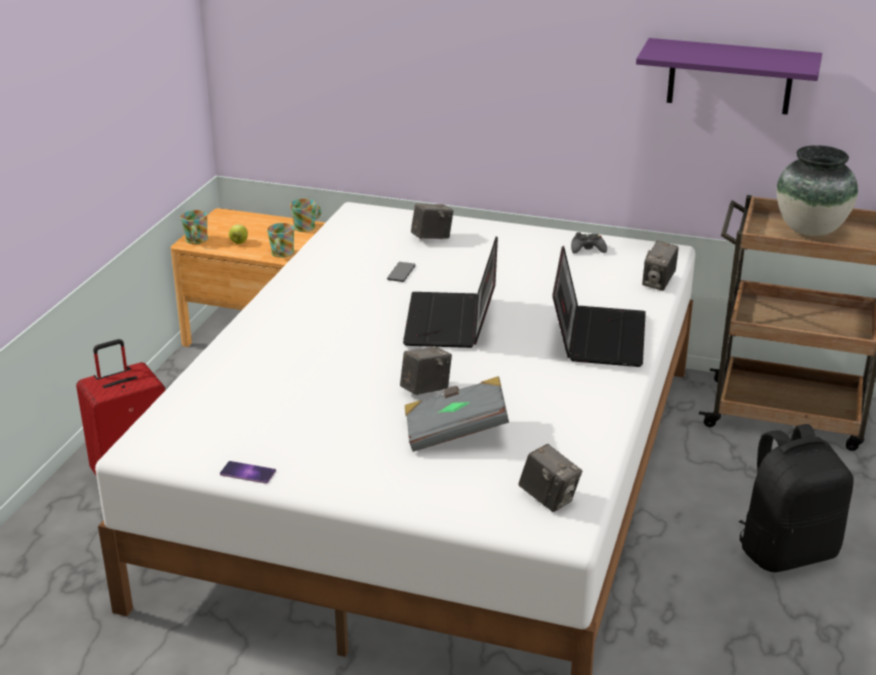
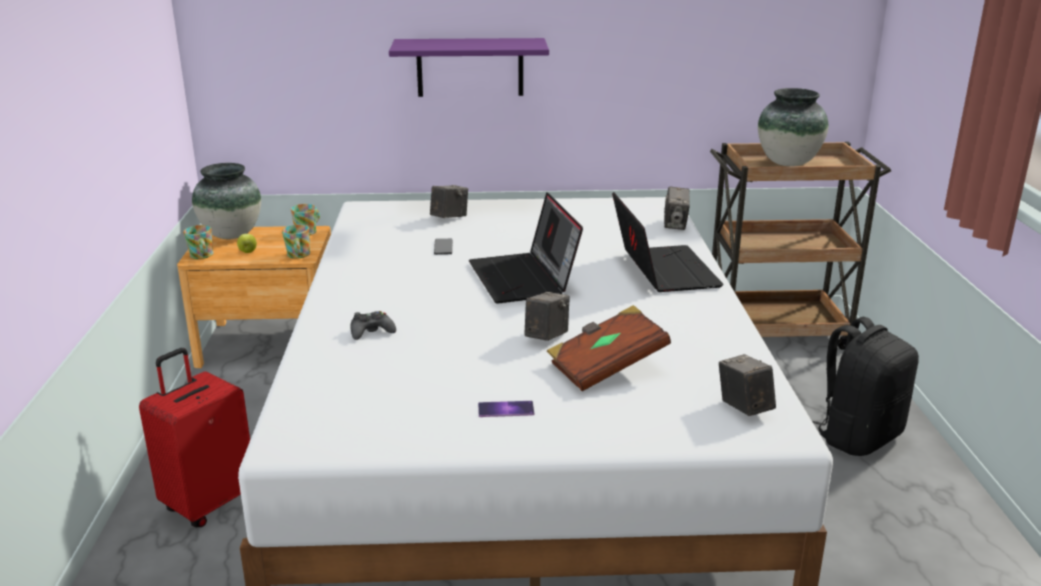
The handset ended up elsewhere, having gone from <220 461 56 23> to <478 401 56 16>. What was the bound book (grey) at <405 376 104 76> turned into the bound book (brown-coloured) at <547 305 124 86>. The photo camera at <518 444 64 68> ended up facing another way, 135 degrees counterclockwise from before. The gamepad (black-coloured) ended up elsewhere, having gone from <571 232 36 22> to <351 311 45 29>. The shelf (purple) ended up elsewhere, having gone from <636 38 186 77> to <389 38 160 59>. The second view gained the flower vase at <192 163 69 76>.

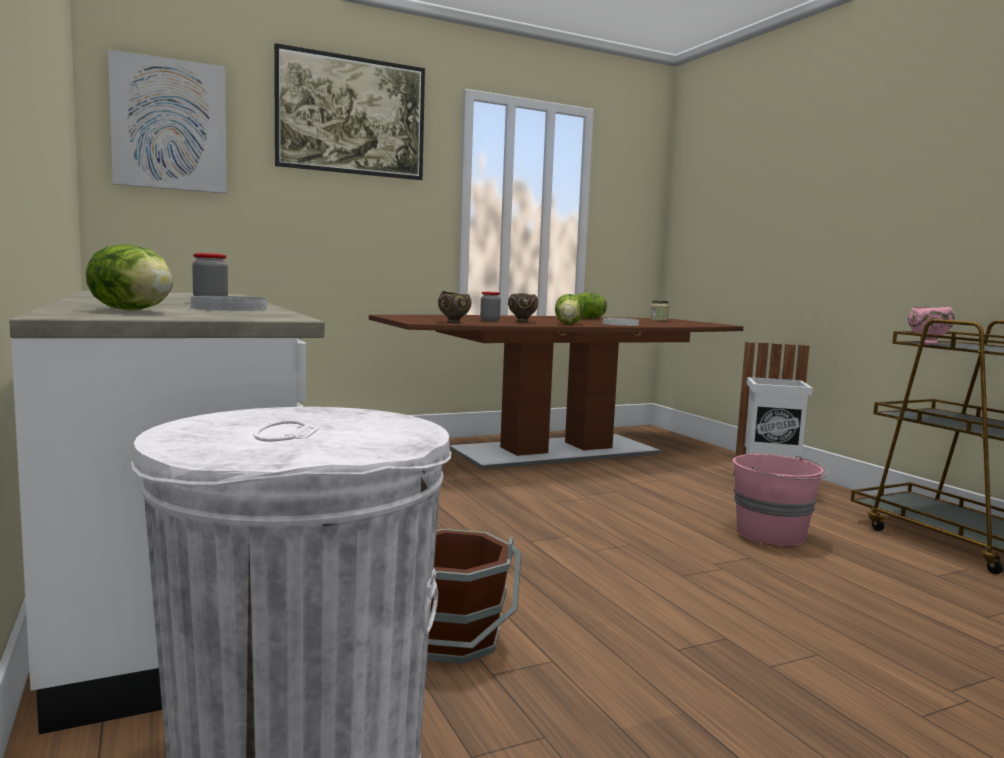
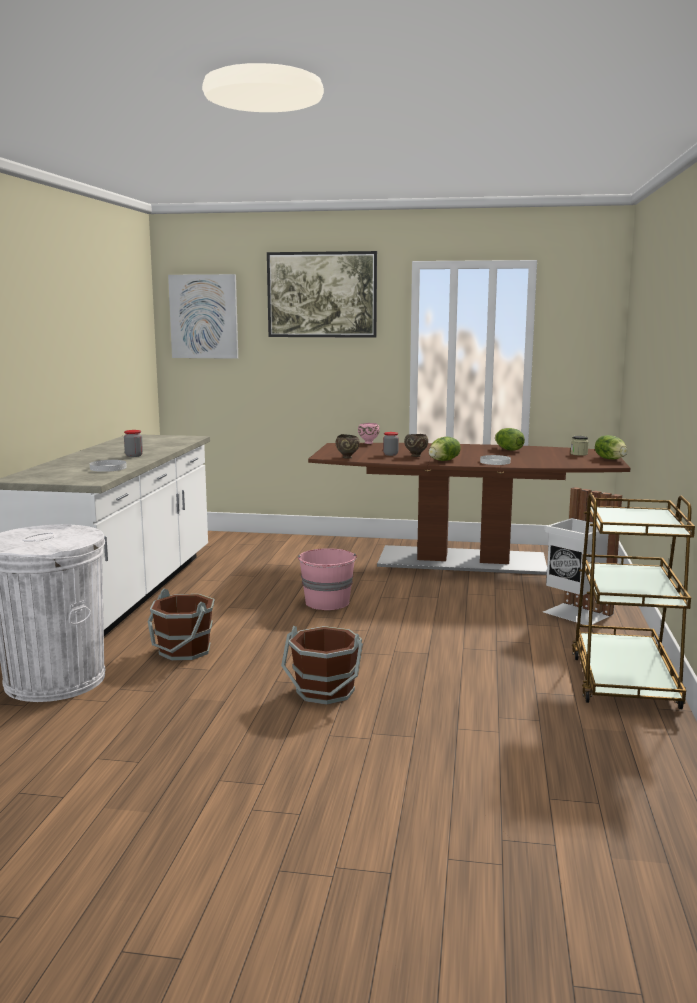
The lettuce ended up elsewhere, having gone from <86 244 87 66> to <595 435 32 24>. The water bucket (pinkish) ended up elsewhere, having gone from <733 454 95 92> to <298 548 59 62>. The bowl (pinkish) ended up elsewhere, having gone from <908 307 47 37> to <358 423 22 21>. The second view gained the water bucket (brown-coloured) at <281 626 82 79>.

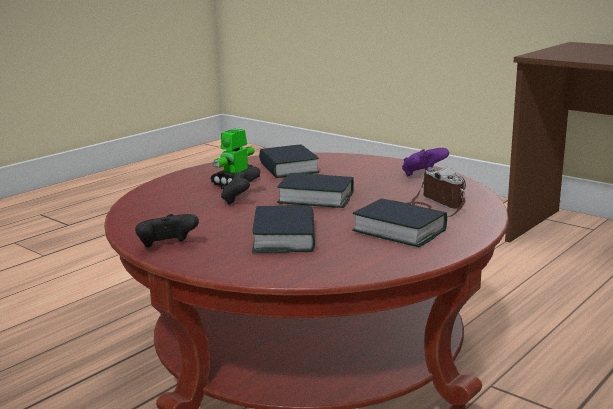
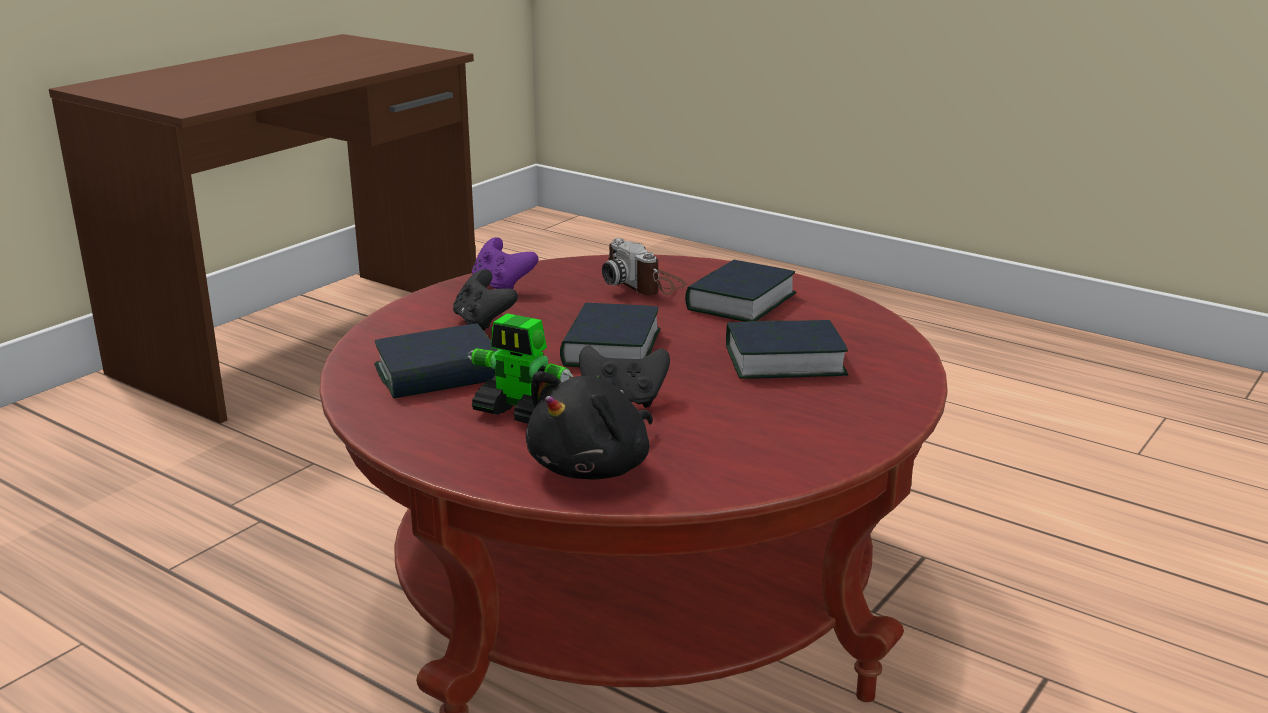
The gamepad (black-coloured) ended up elsewhere, having gone from <135 214 64 34> to <453 269 65 62>. The photo camera at <407 166 59 51> ended up facing another way, 90 degrees counterclockwise from before. The second view gained the soft toy (black-coloured) at <526 371 127 108>.

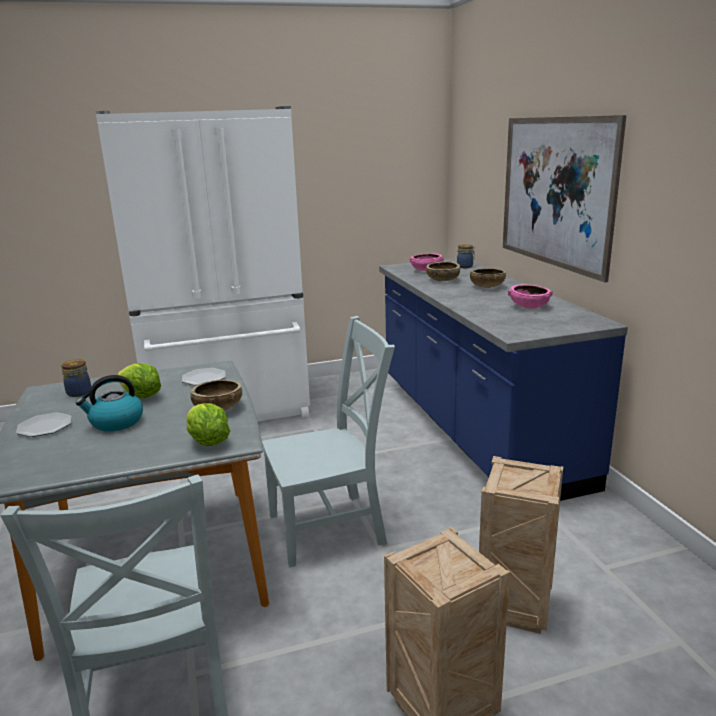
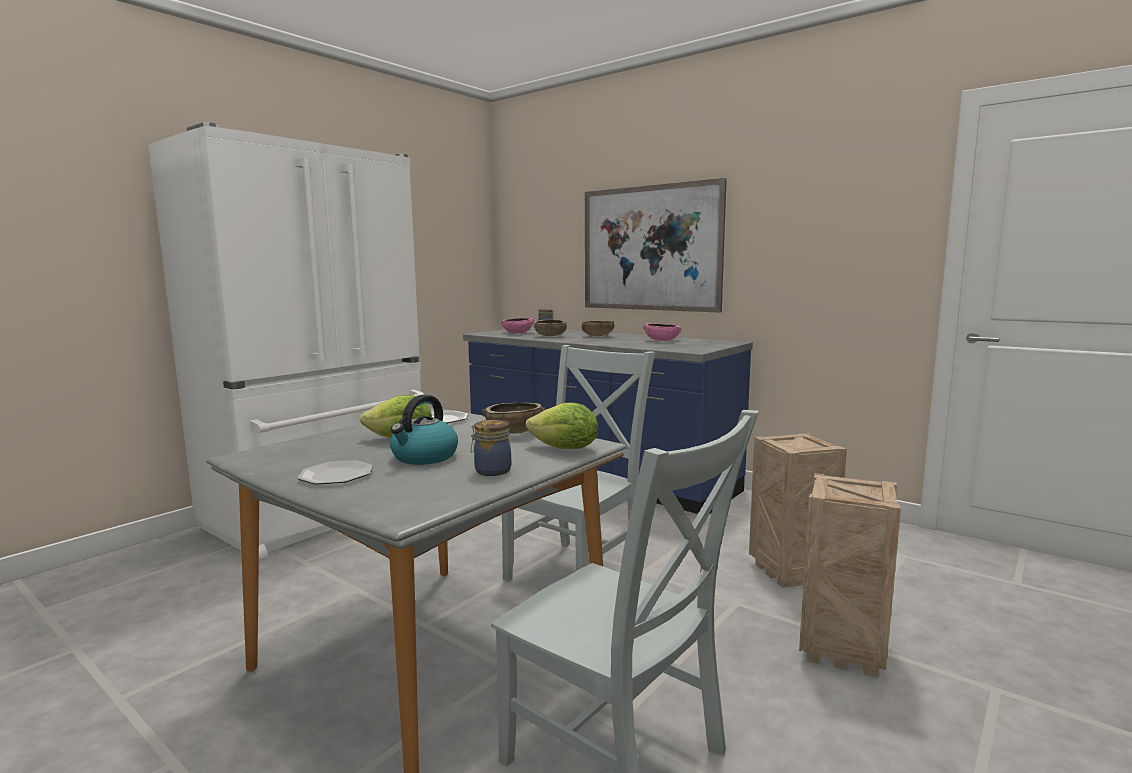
The storage jar ended up elsewhere, having gone from <61 359 30 38> to <471 420 40 56>.

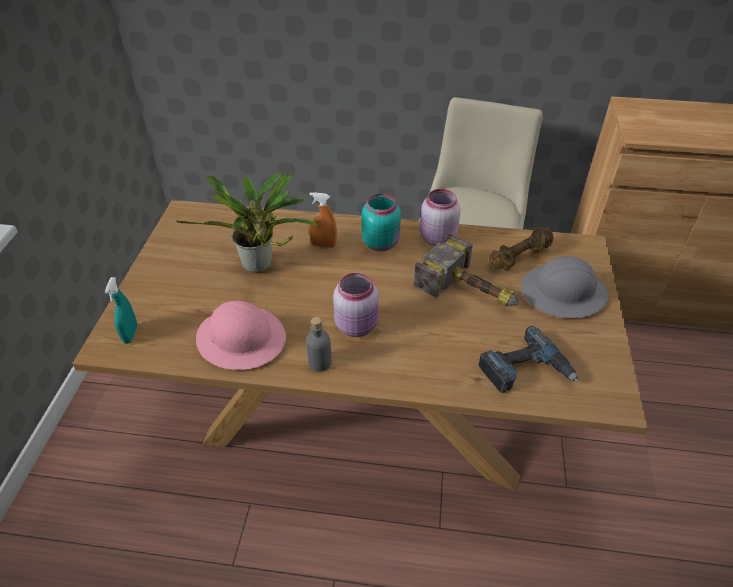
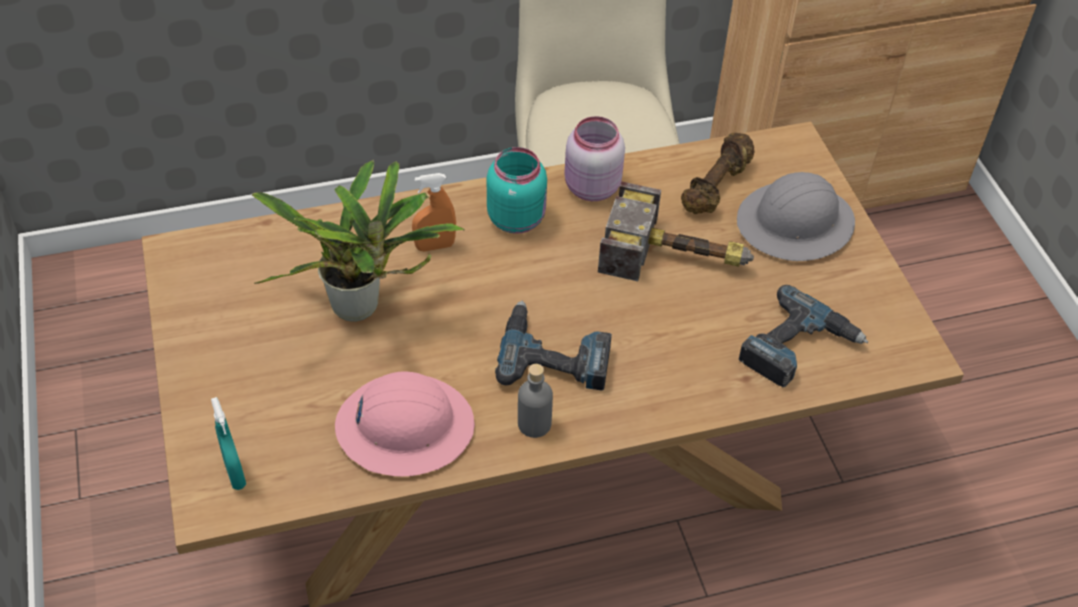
Where the storage jar (pinkish) stood at <333 273 46 64>, the electric drill came to stand at <495 300 117 90>.

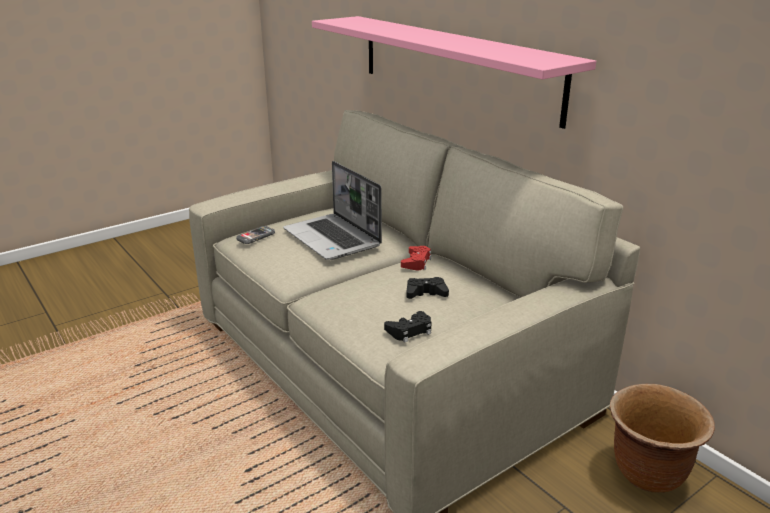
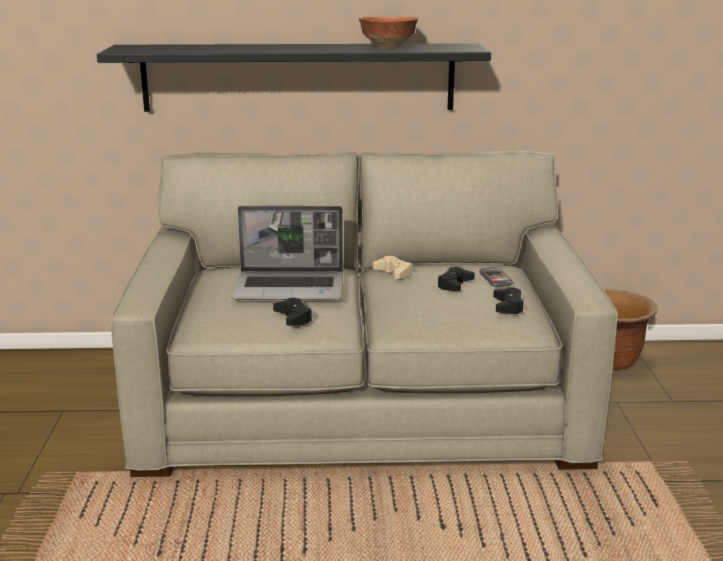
The handset ended up elsewhere, having gone from <236 226 39 18> to <479 267 34 20>. What was the shelf (pinkish) at <312 16 284 113> turned into the shelf (black-coloured) at <97 43 394 69>. What was the gamepad (red) at <401 246 30 24> turned into the gamepad (sand-coloured) at <373 256 39 23>. The second view gained the gamepad (black-coloured) at <273 298 40 28>. The second view gained the bowl at <359 17 59 32>.

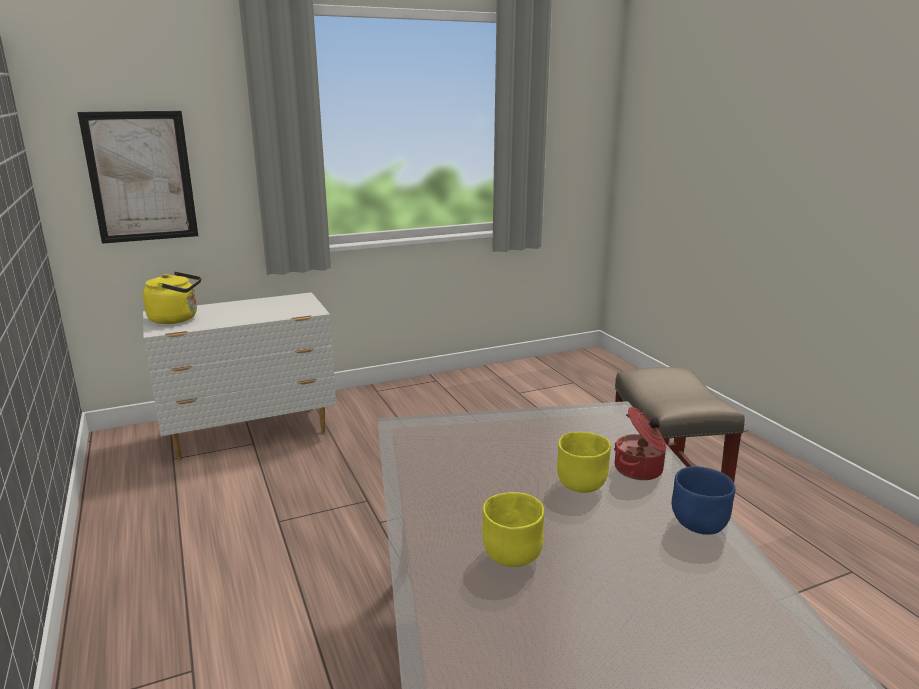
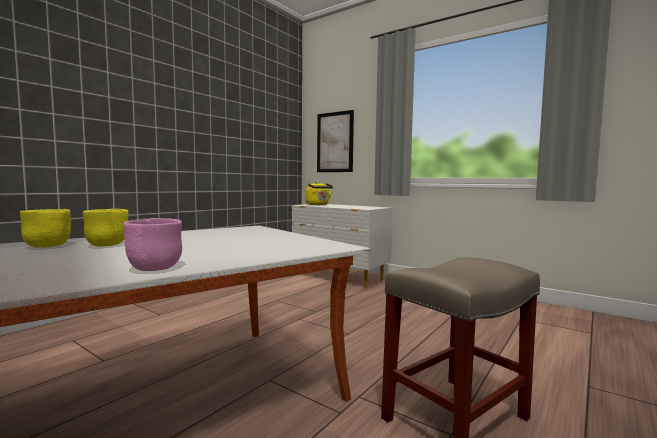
The bowl (yellow-coloured) ended up elsewhere, having gone from <557 432 54 61> to <20 209 51 39>. The second view lost the saucepot at <614 407 52 73>. What was the bowl (blue) at <672 466 63 69> turned into the bowl (pinkish) at <123 218 59 53>.

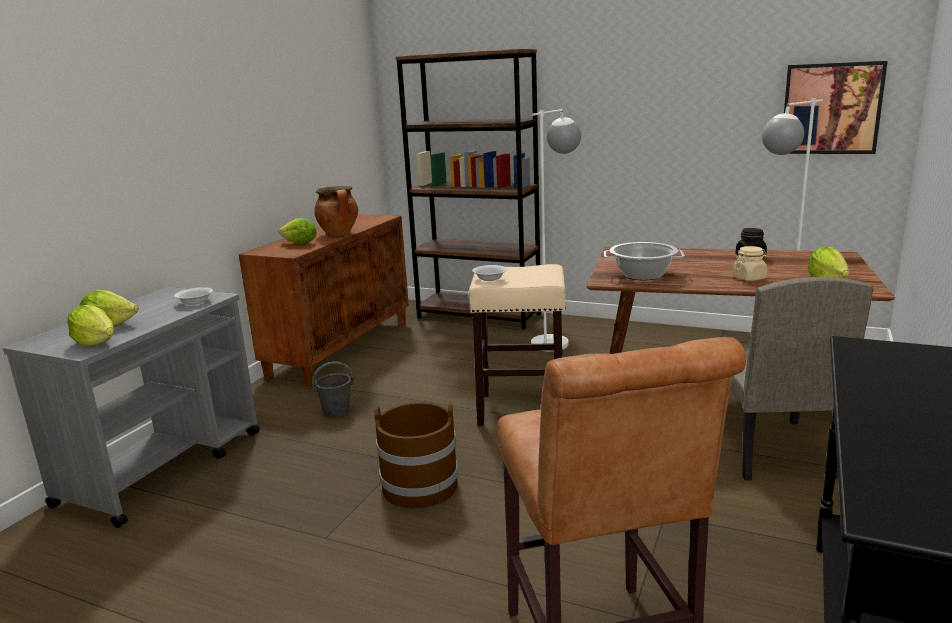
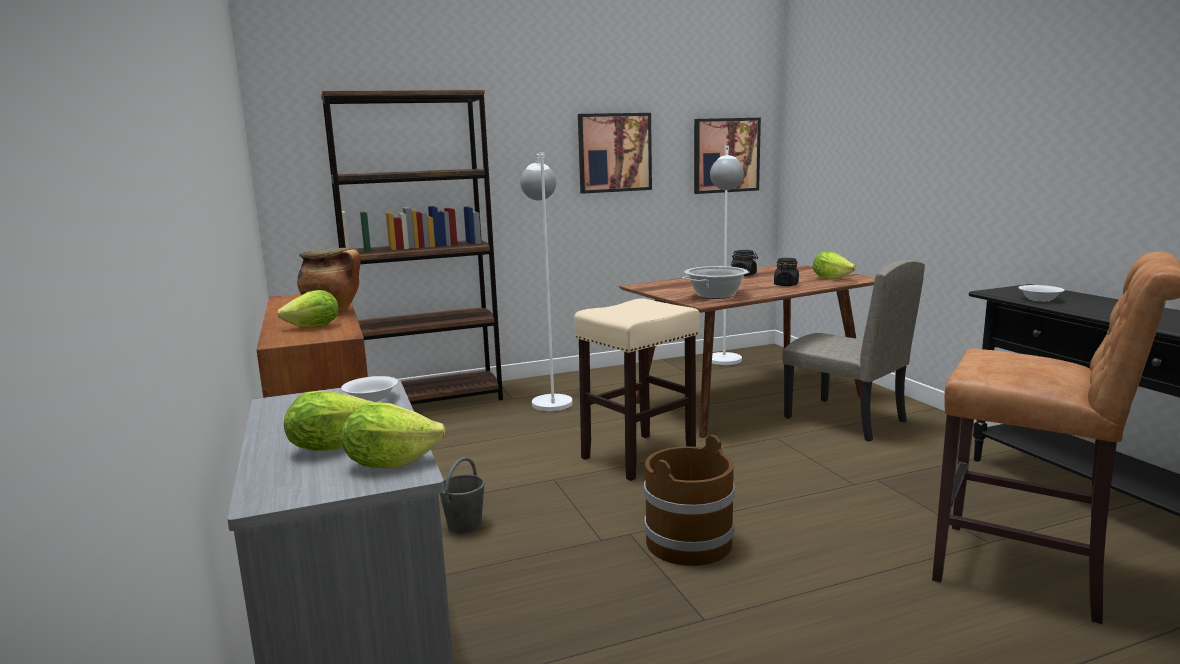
The bowl (white) ended up elsewhere, having gone from <472 265 35 16> to <1018 285 47 16>. What was the storage jar (sand-coloured) at <732 246 35 35> turned into the storage jar (black-coloured) at <774 258 25 28>. The second view gained the picture at <578 113 74 81>.

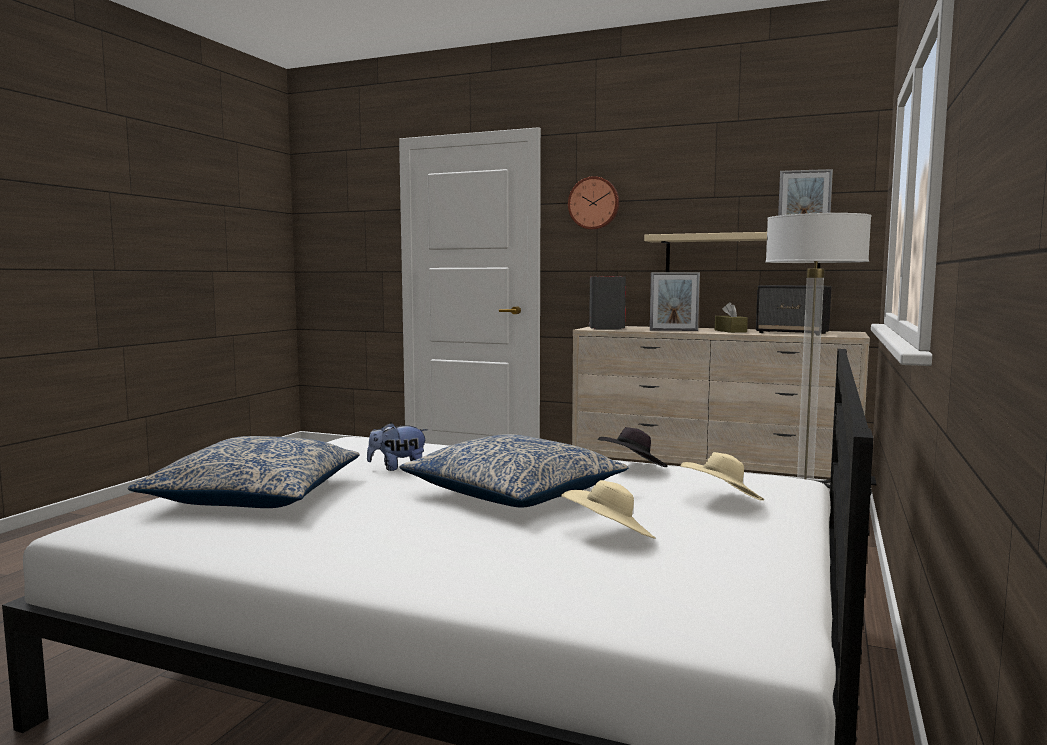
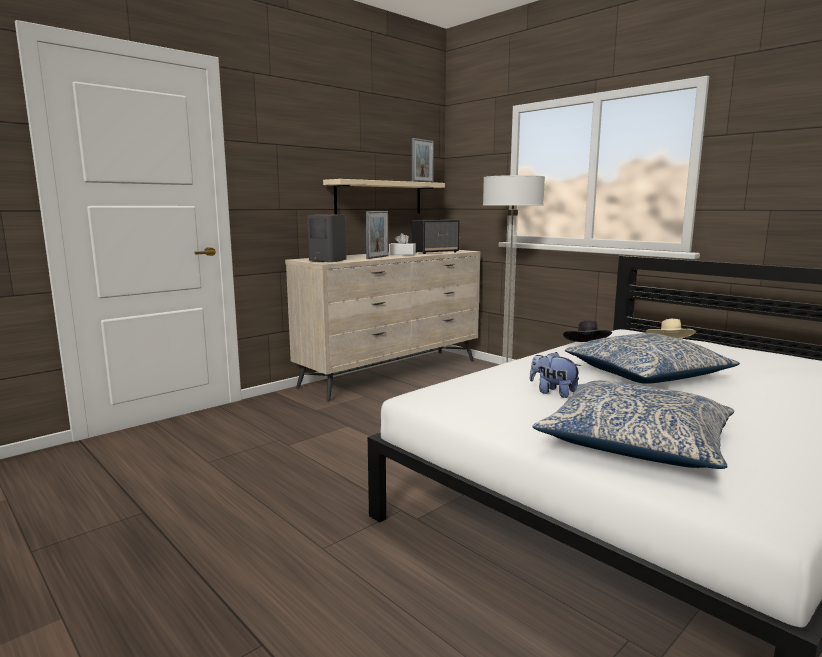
The soft toy at <367 423 61 48> ended up facing another way, 120 degrees clockwise from before. The second view lost the clothing hat (sand-coloured) at <561 480 94 59>. The second view lost the clock on the wall at <568 176 51 54>. What was the tissue holder (brown-coloured) at <715 302 33 31> turned into the tissue holder (white) at <389 233 27 22>.

